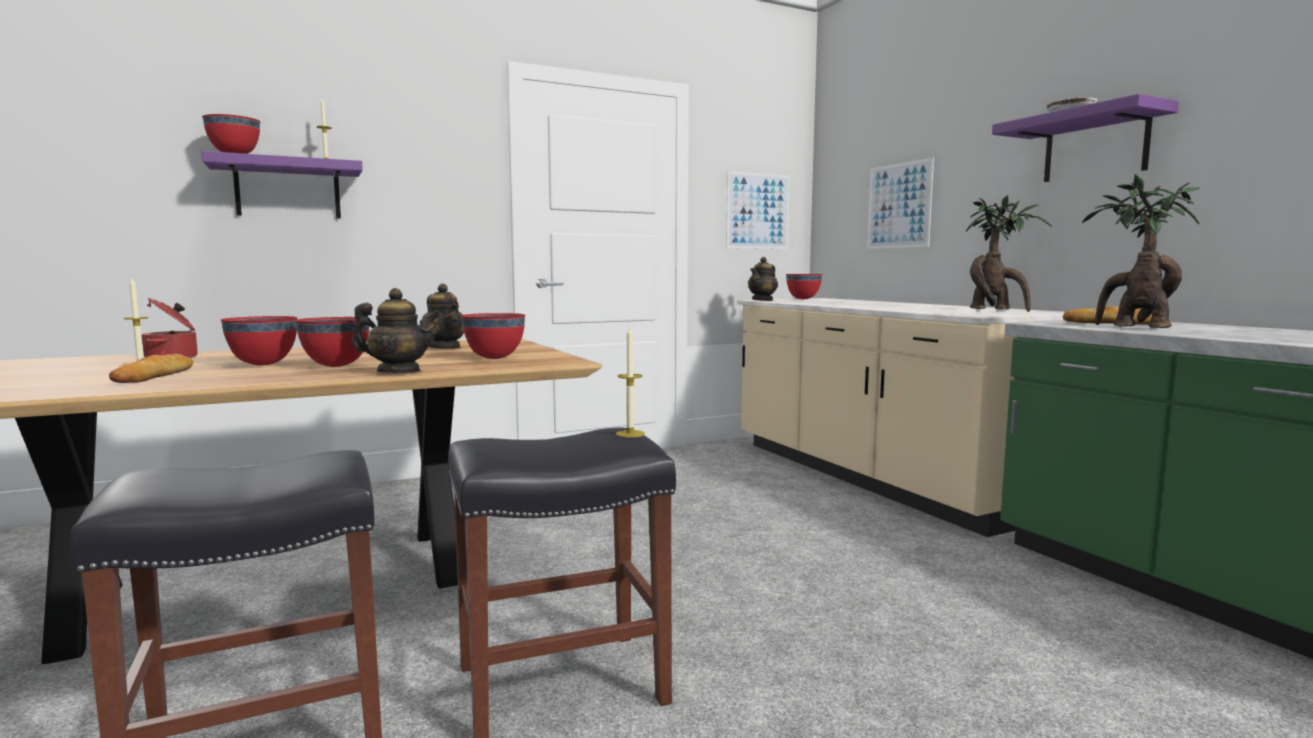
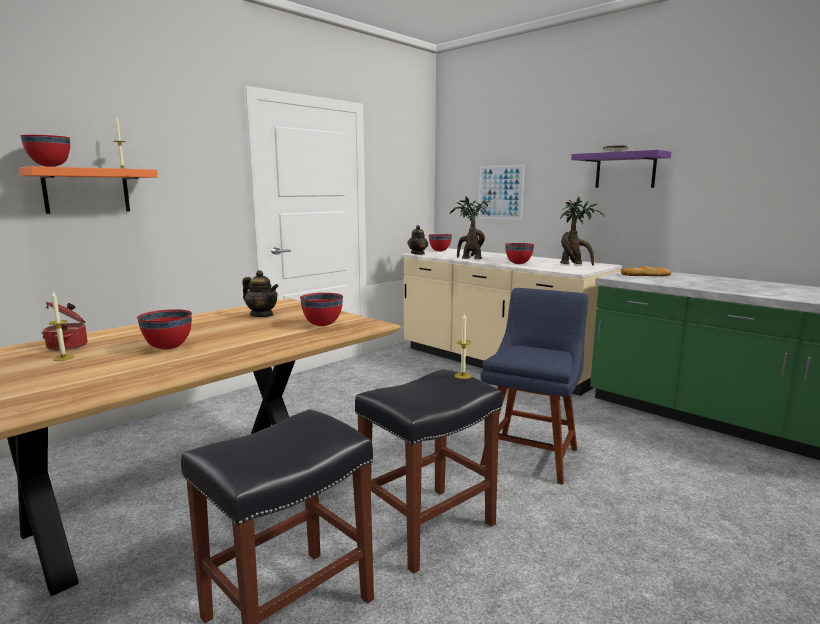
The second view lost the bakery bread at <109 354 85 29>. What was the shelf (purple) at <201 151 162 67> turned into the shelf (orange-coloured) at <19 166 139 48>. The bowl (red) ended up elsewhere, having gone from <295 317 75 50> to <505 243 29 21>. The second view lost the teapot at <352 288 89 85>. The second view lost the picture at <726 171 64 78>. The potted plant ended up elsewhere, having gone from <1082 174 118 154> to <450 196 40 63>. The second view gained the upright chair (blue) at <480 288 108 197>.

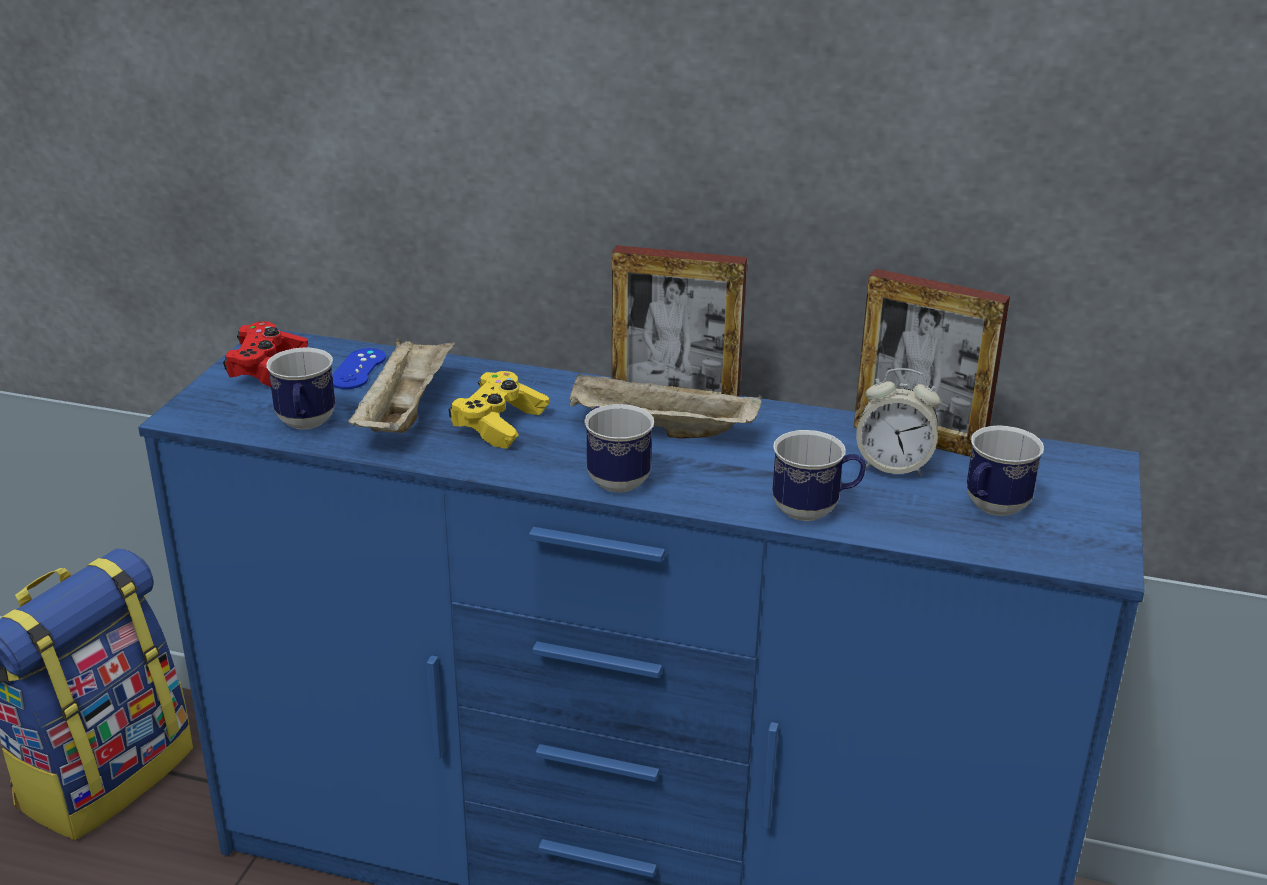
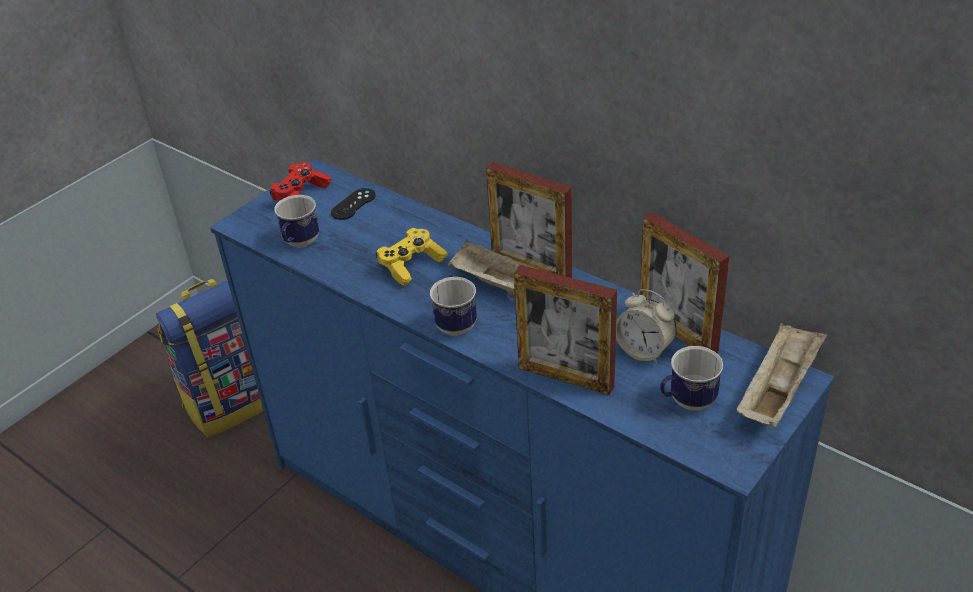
What was the gamepad (blue) at <332 348 54 41> turned into the gamepad (black-coloured) at <331 188 45 32>. The tray (sand-coloured) ended up elsewhere, having gone from <348 337 107 96> to <737 323 90 105>. Where the mug stood at <772 430 94 91>, the standing frame came to stand at <514 265 103 130>.

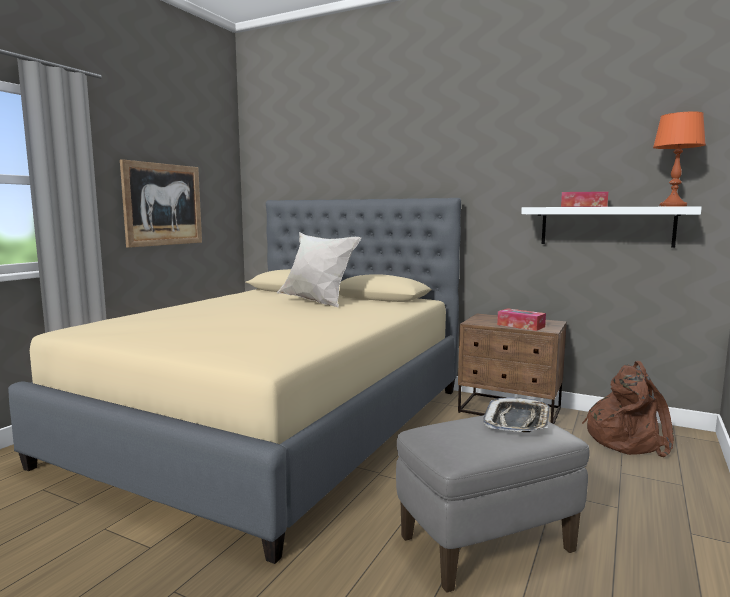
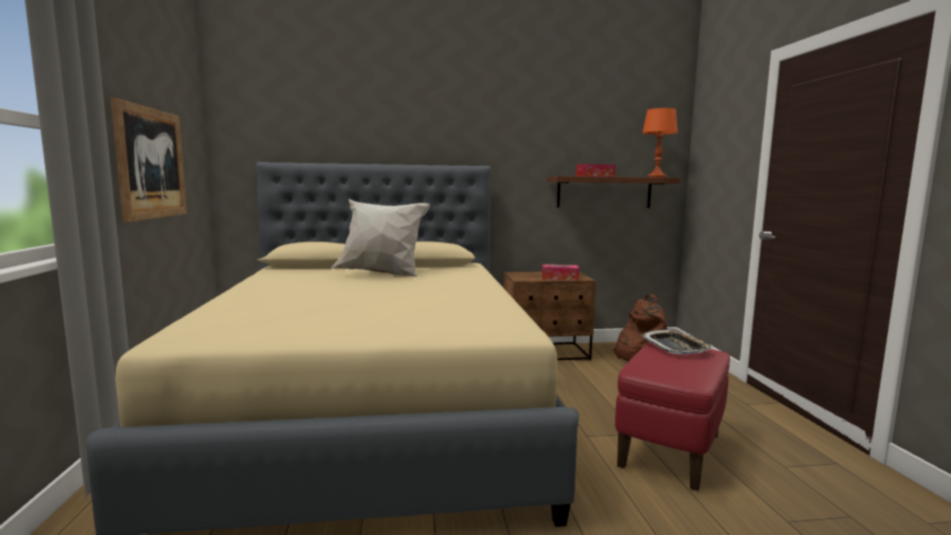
What was the pouffe (grey) at <396 415 194 178> turned into the pouffe (red) at <615 342 115 149>. What was the shelf (white) at <521 206 181 41> turned into the shelf (brown-coloured) at <547 176 133 32>.

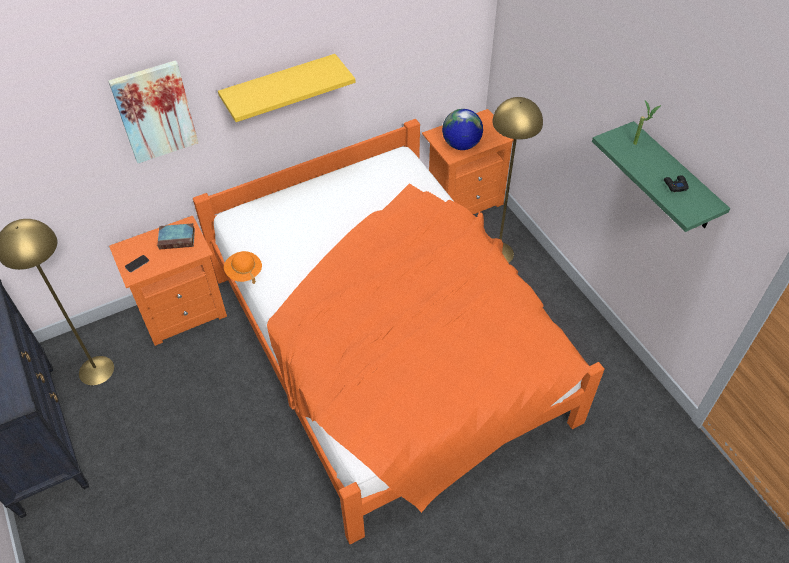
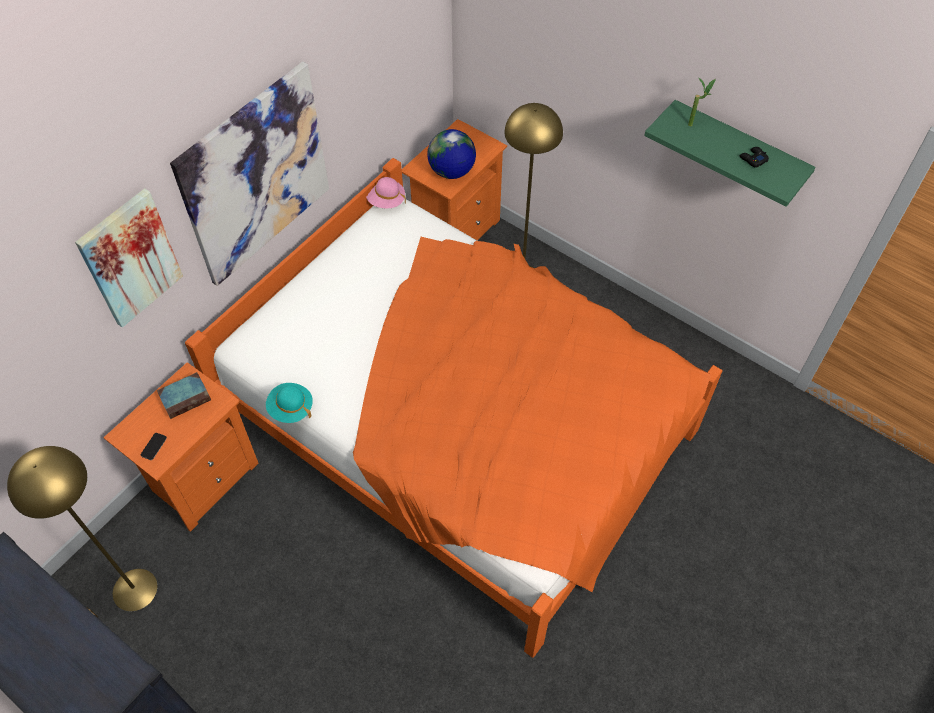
Where the shelf (yellow-coloured) hung at <218 54 138 68>, the picture came to hang at <170 62 159 224>. What was the clothing hat (orange-coloured) at <224 251 38 33> turned into the clothing hat (blue-green) at <266 383 47 40>. The second view gained the clothing hat (pinkish) at <366 177 40 31>.

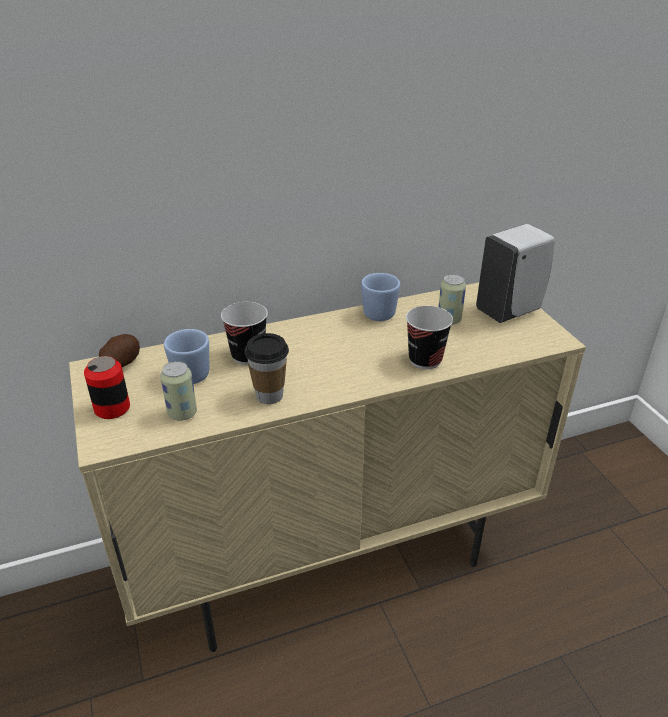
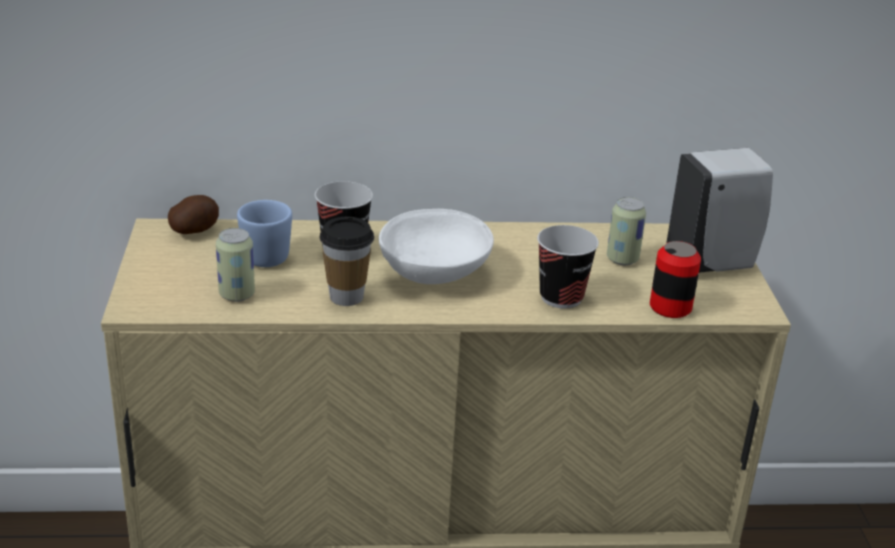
The can ended up elsewhere, having gone from <84 356 46 63> to <650 241 51 77>. The second view lost the mug (blue) at <361 273 39 48>. The second view gained the bowl (white) at <379 209 115 75>.

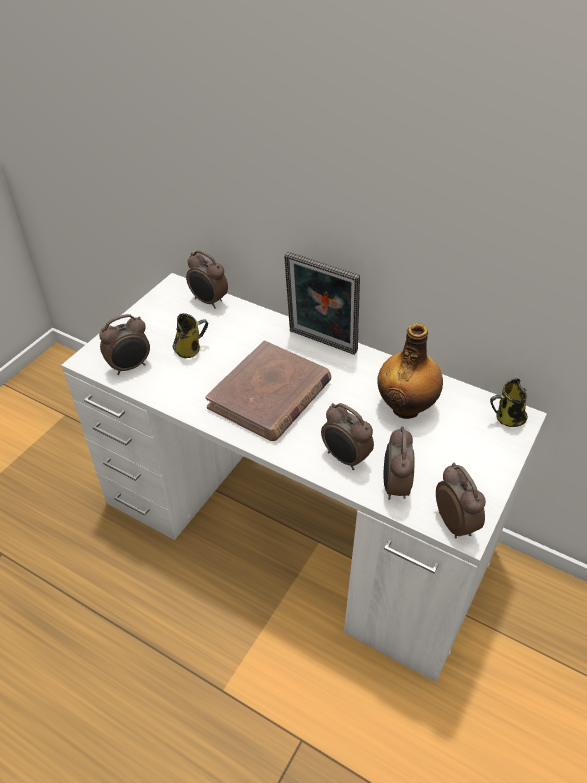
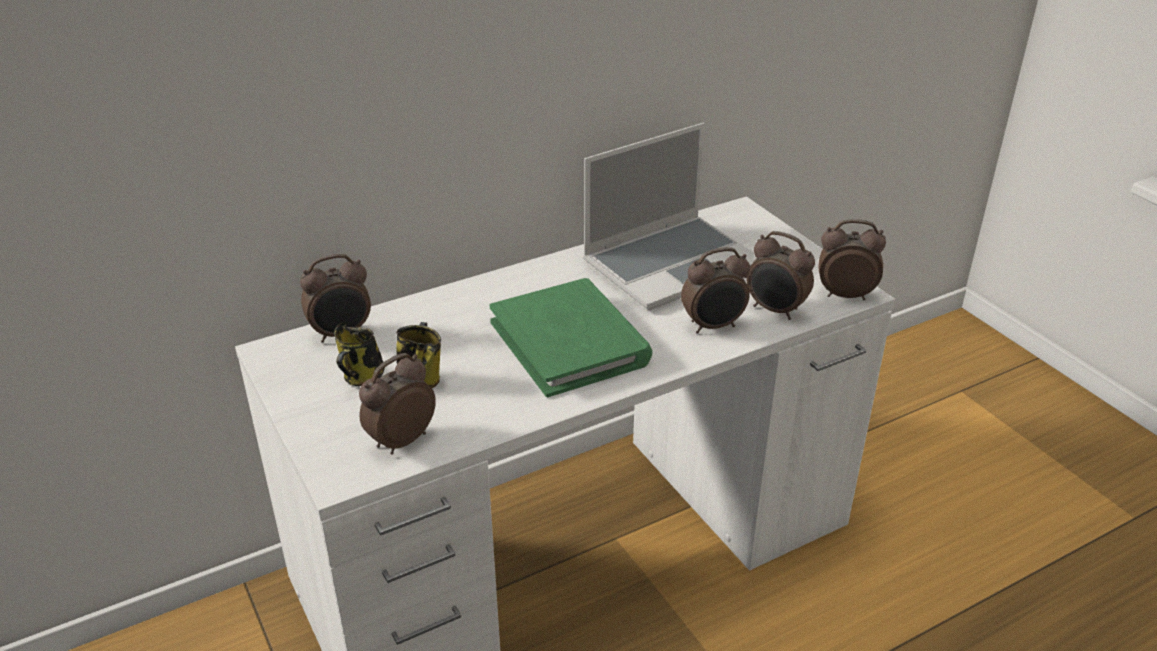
The bedside clock at <99 314 51 61> ended up facing another way, 135 degrees counterclockwise from before. What was the bound book (brown-coloured) at <205 341 127 100> turned into the bound book (greenish) at <490 278 162 119>. The second view lost the standing frame at <284 252 76 103>. Where the bottle stood at <378 323 65 96>, the laptop came to stand at <583 123 173 187>. The mug ended up elsewhere, having gone from <490 378 38 49> to <334 323 51 63>.

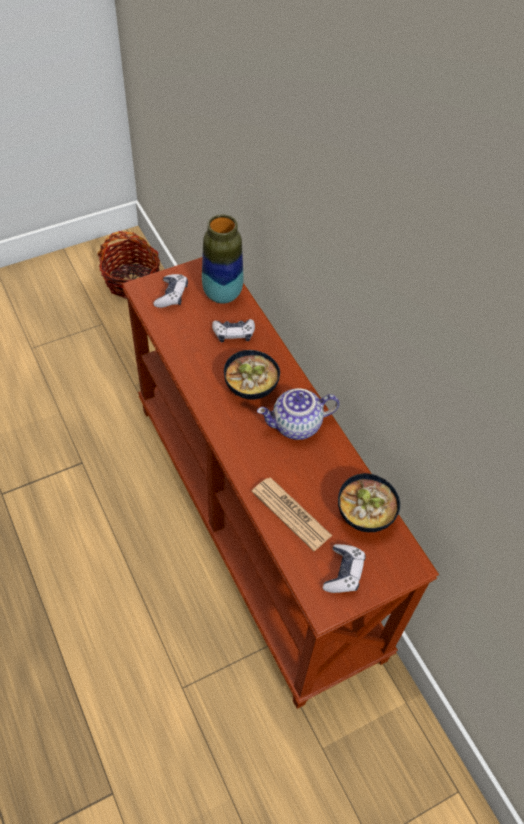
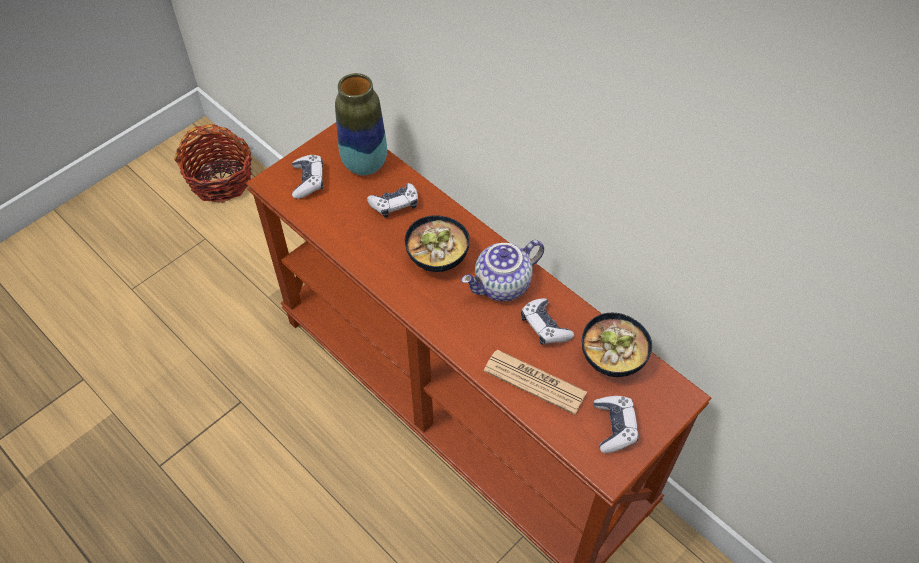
The second view gained the gamepad at <521 298 53 47>.

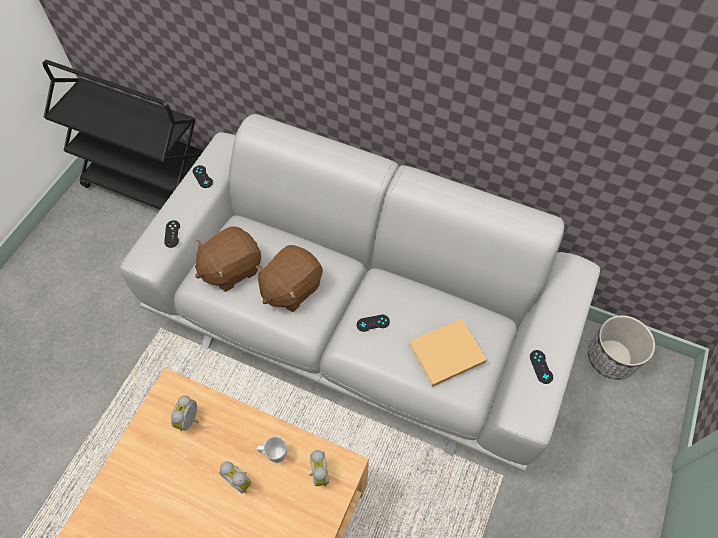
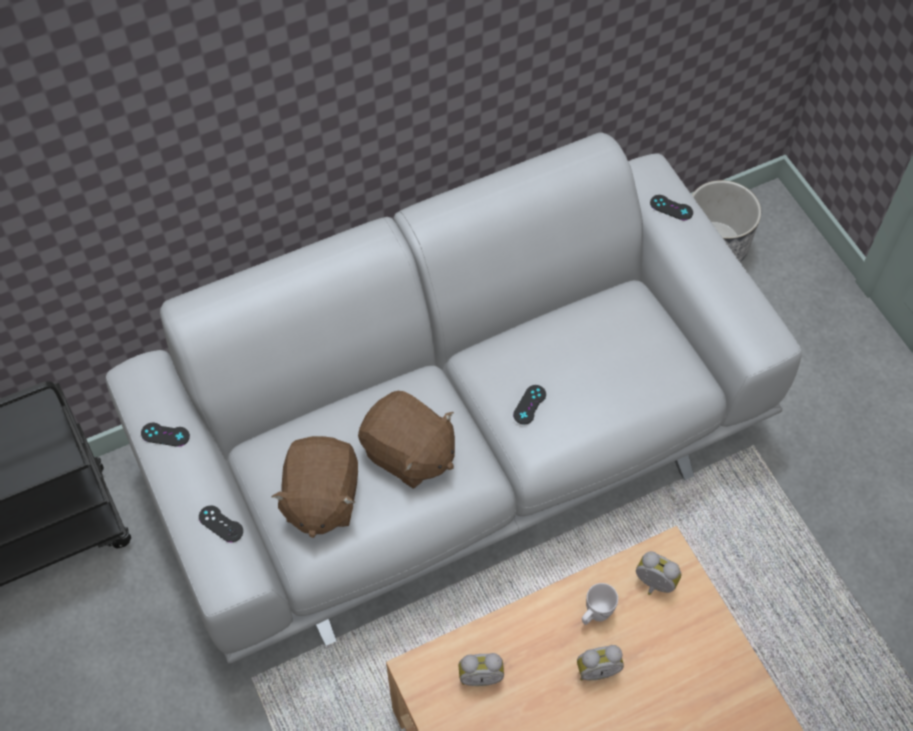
The bedside clock at <171 396 28 35> ended up facing another way, 60 degrees counterclockwise from before. The soft toy (brown-coloured) at <255 245 68 67> ended up facing another way, 45 degrees counterclockwise from before. The second view lost the bound book (sand-coloured) at <409 319 78 68>. The gamepad (black-coloured) ended up elsewhere, having gone from <530 350 23 34> to <650 195 43 25>.

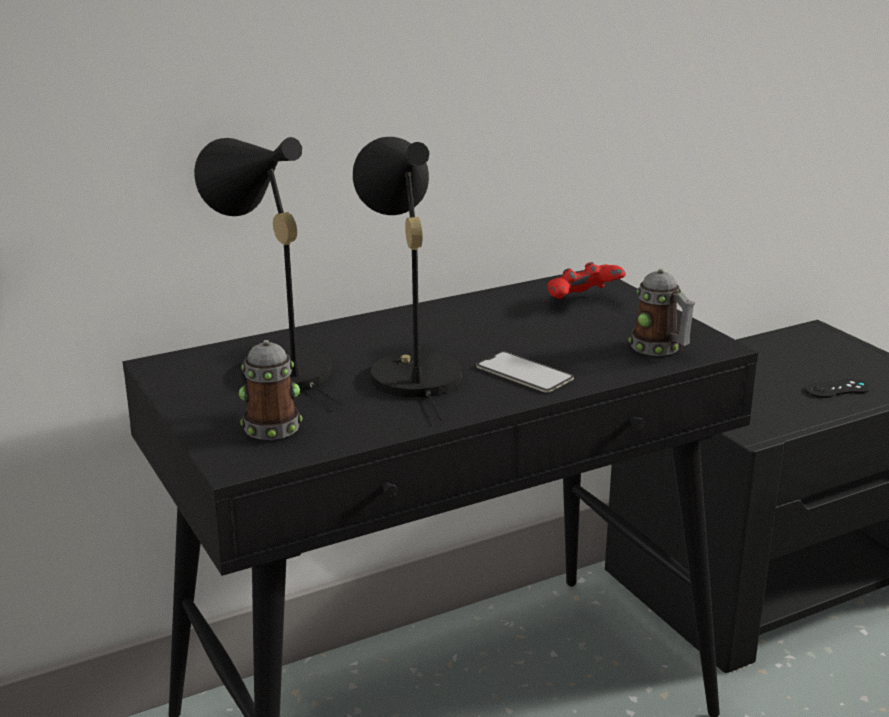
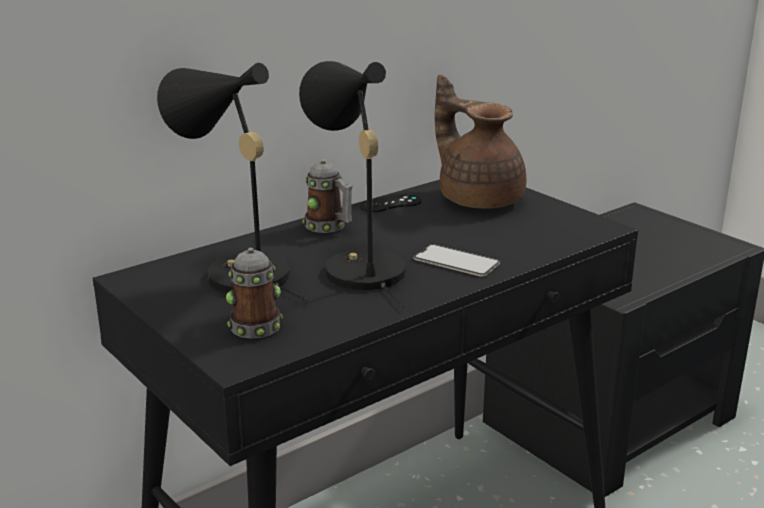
Where the gamepad (red) stood at <547 262 79 37>, the teapot (brown-coloured) came to stand at <435 75 91 134>. The mug ended up elsewhere, having gone from <628 269 67 87> to <302 160 51 73>. The gamepad (black-coloured) ended up elsewhere, having gone from <805 379 65 19> to <360 194 62 18>.

